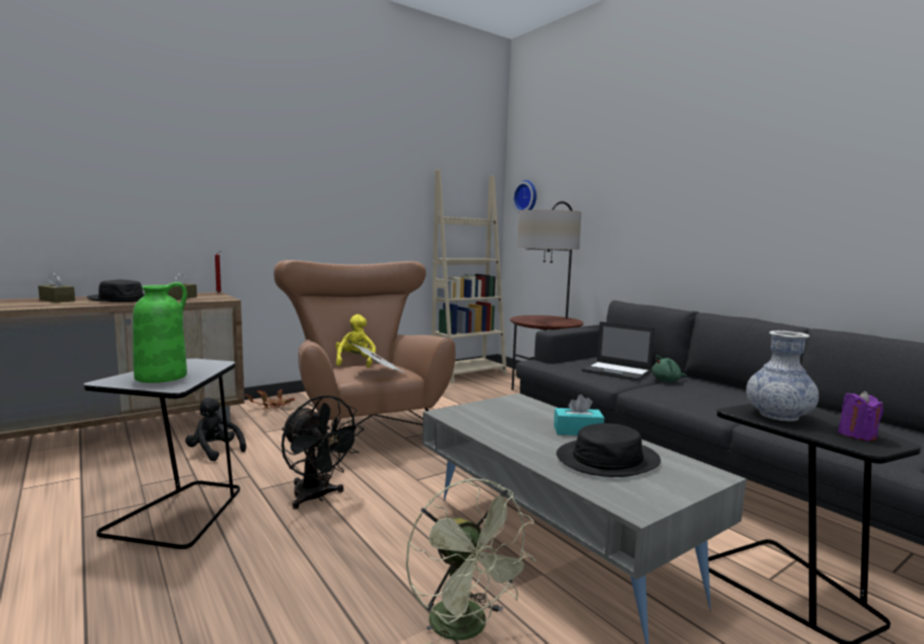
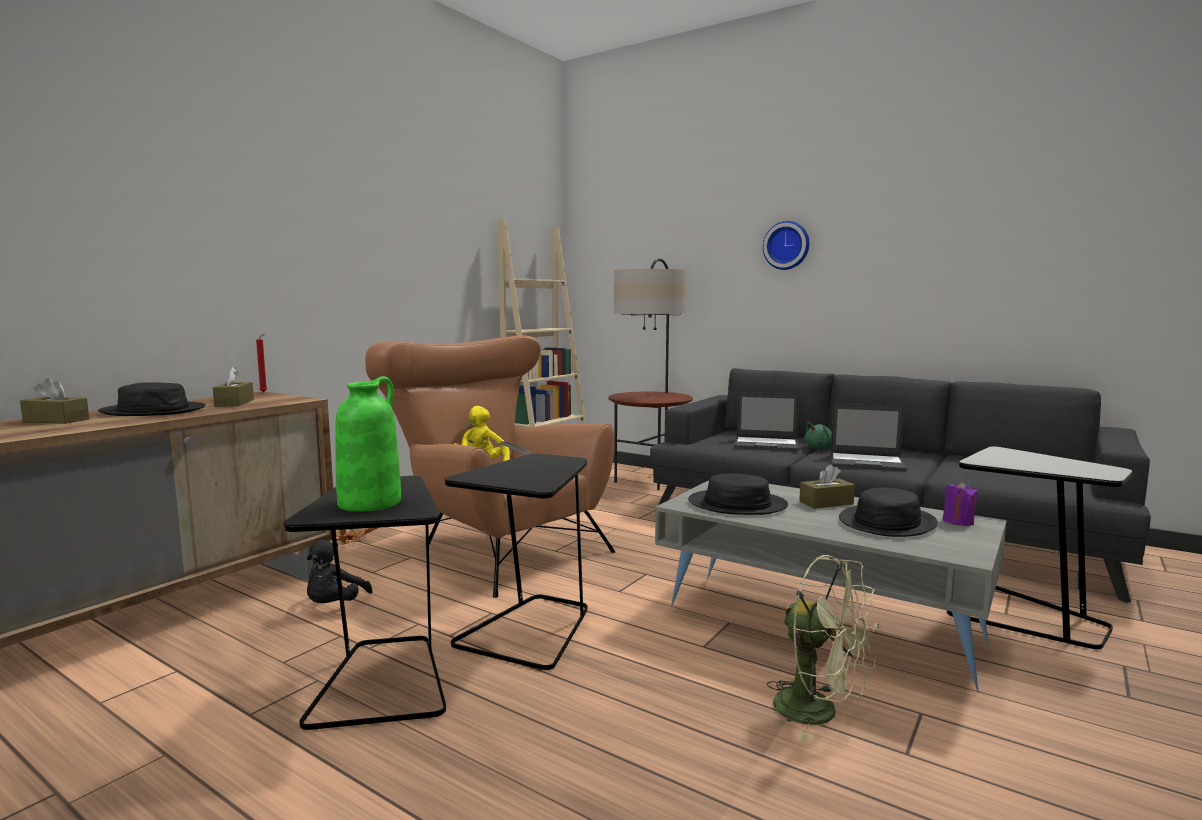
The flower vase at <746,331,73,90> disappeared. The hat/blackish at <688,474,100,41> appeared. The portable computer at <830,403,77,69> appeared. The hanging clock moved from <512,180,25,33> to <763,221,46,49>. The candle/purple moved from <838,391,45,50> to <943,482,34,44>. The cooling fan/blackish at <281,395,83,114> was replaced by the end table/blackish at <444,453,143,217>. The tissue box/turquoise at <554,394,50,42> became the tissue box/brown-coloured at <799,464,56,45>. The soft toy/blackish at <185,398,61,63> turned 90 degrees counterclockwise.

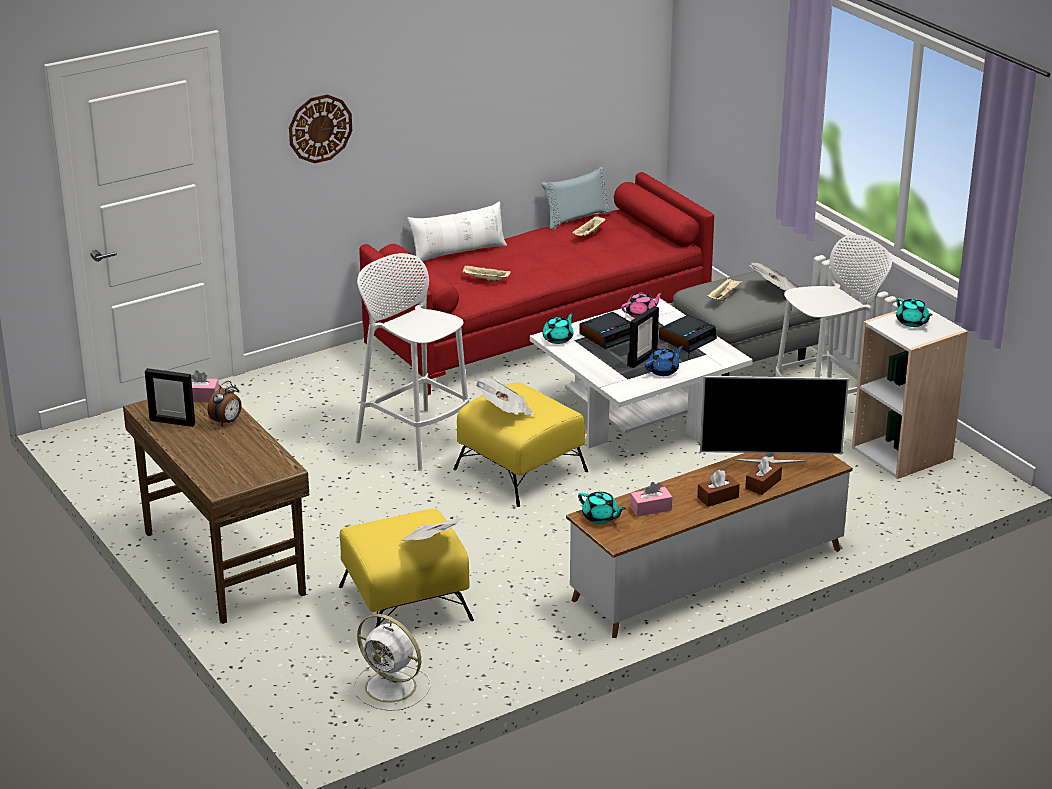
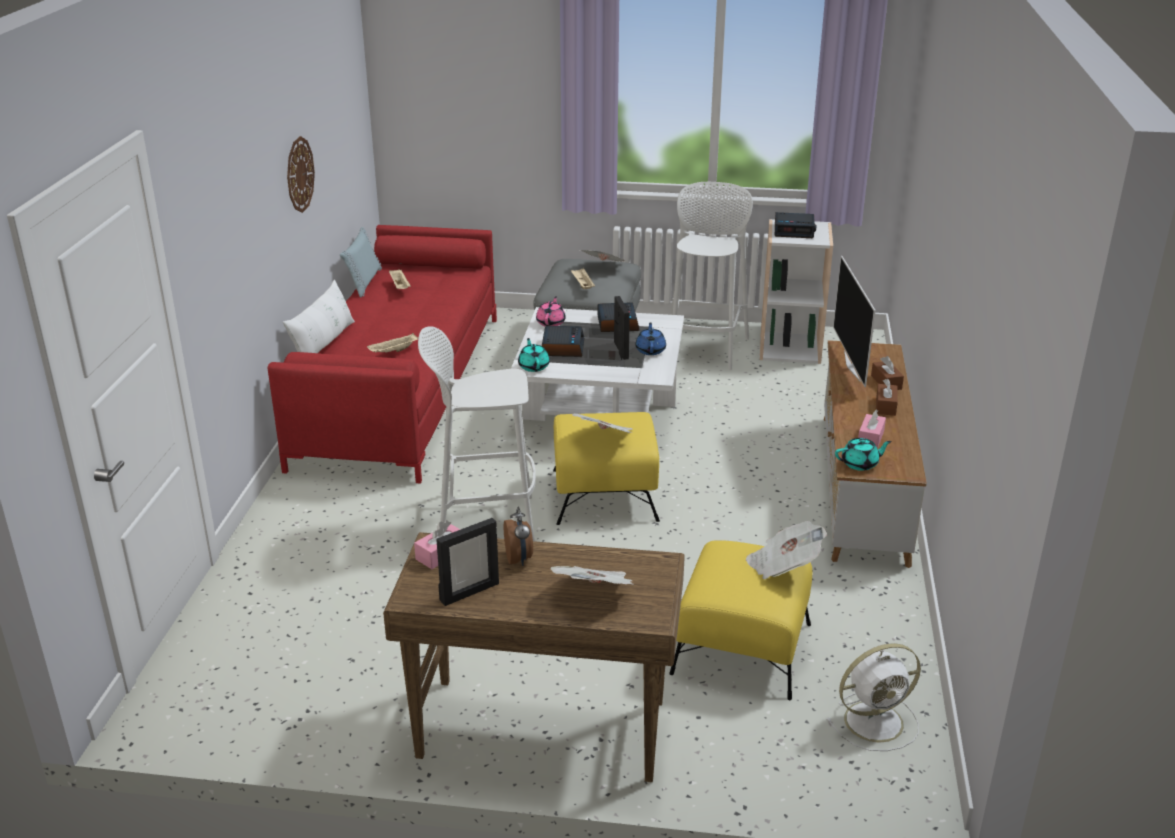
The newspaper at <551,566,83,19> appeared. The hanging clock moved from <289,94,63,70> to <287,136,28,77>. The teapot/turquoise at <896,298,37,29> was replaced by the table clock at <775,212,41,26>. The television at <700,376,149,88> turned 135 degrees clockwise.

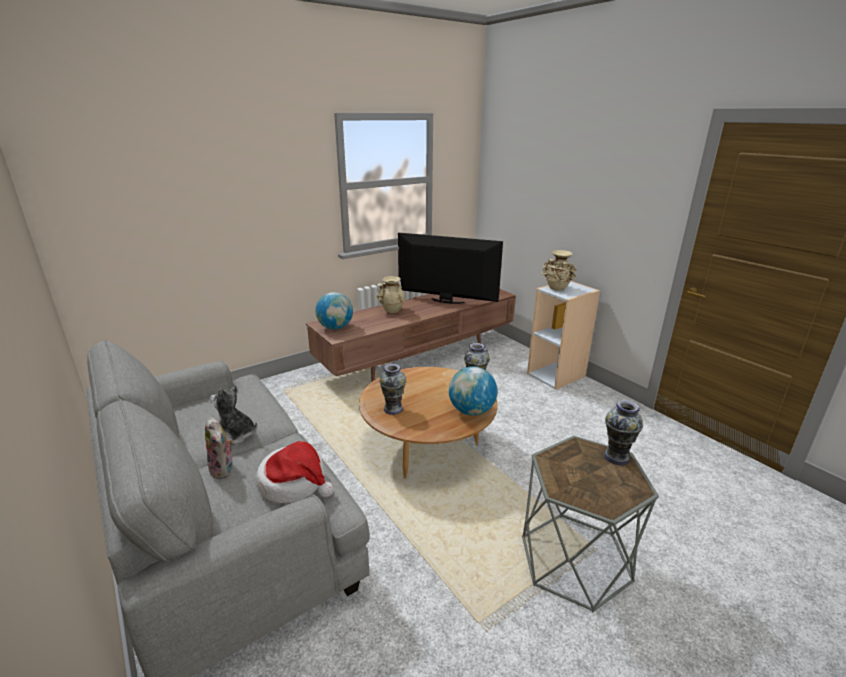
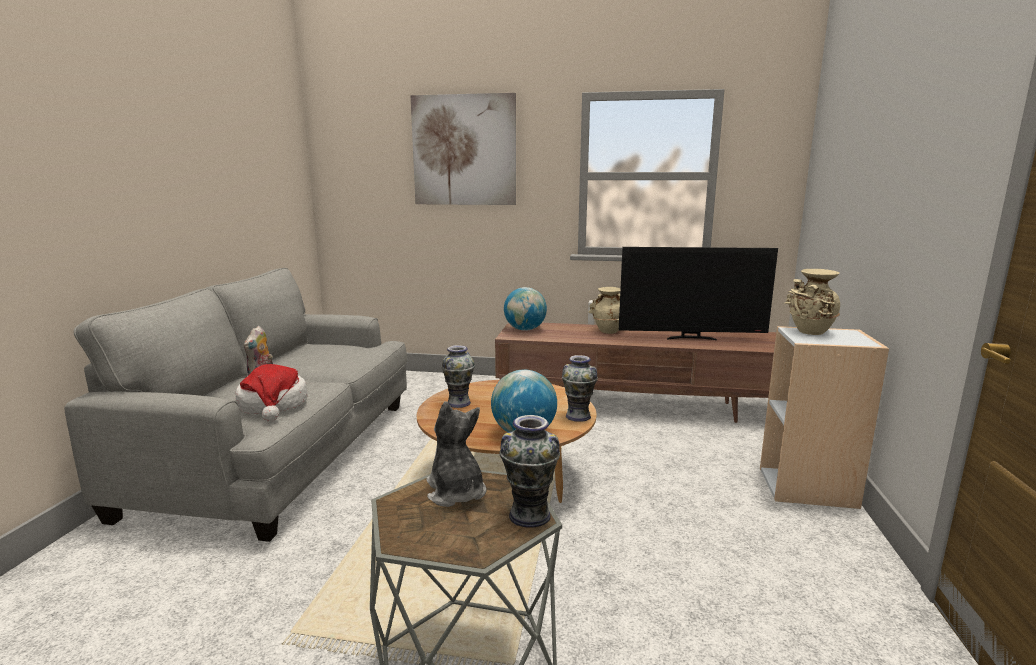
The wall picture at <411,93,105,112> appeared. The soft toy moved from <210,385,47,60> to <426,401,60,106>. The television at <398,233,105,71> turned 120 degrees clockwise.

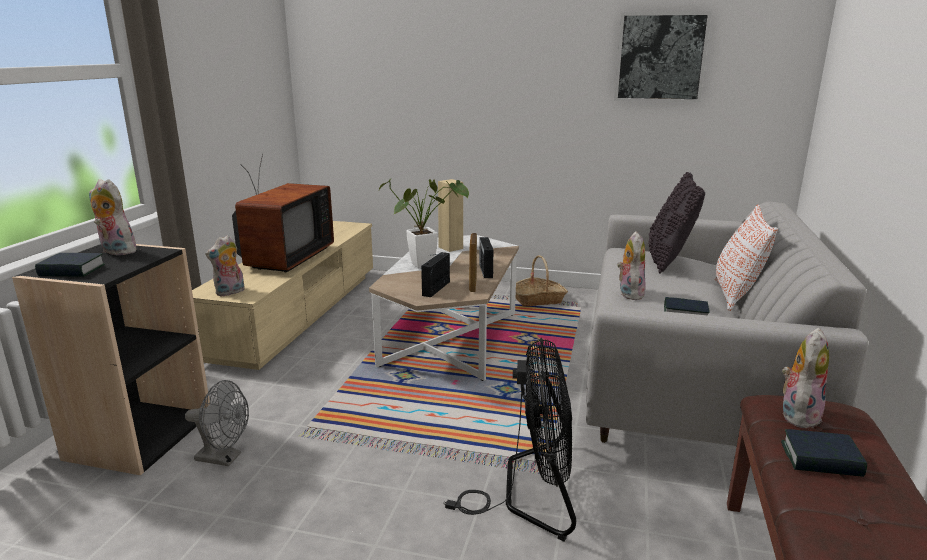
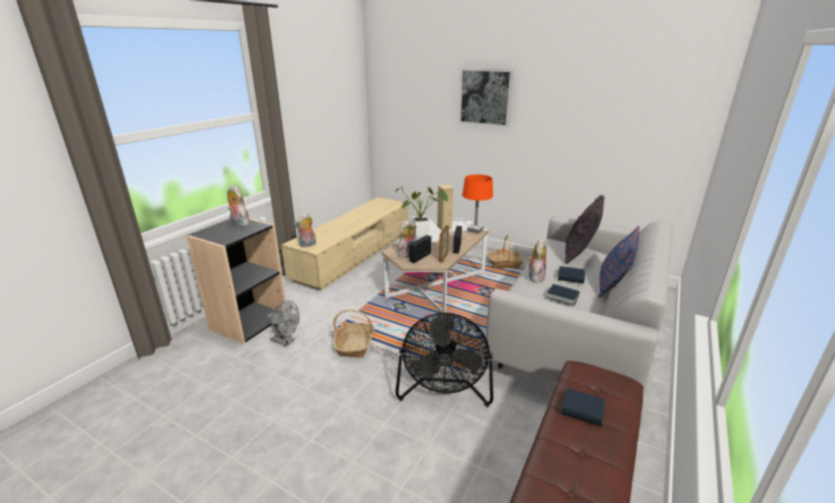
The television at <232,153,102,119> disappeared. The storage basket at <333,310,42,48> appeared. The table lamp/orange-coloured at <462,174,31,60> appeared. The bound book moved from <35,253,70,24> to <558,266,27,18>. The wall picture moved from <614,11,98,91> to <459,68,54,59>. The soft toy moved from <782,328,47,100> to <398,220,18,39>. The cushion/white-coloured at <715,205,63,106> became the cushion/bluish at <598,226,42,72>. The cooling fan/blackish at <443,338,133,204> turned 75 degrees clockwise.

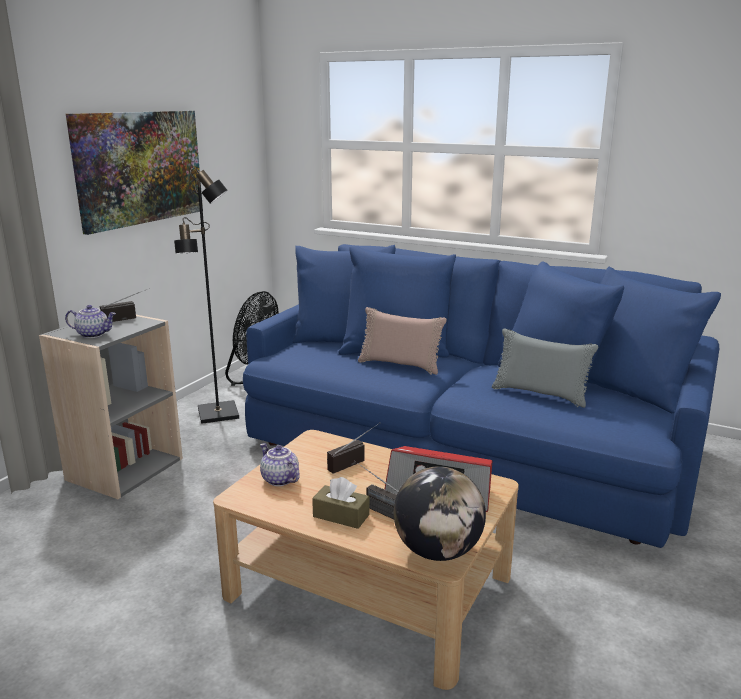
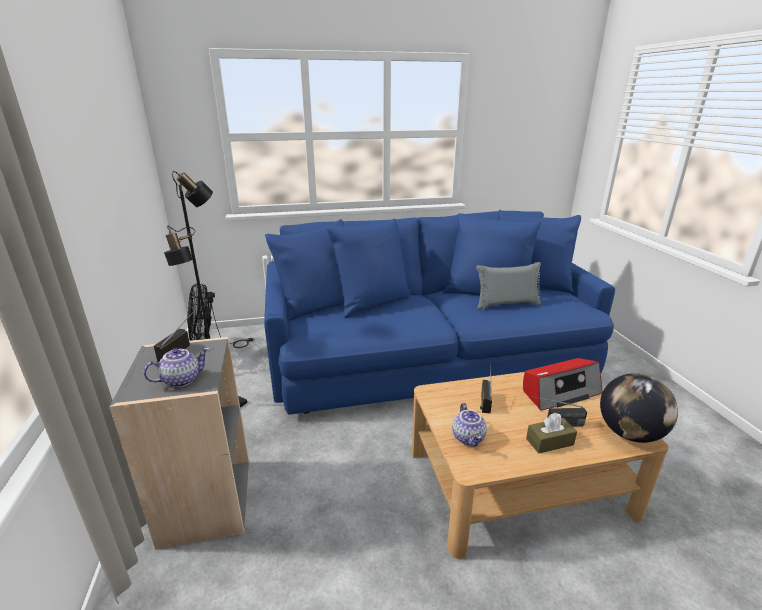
The wall picture at <66,111,137,124> disappeared. The cushion/beige-coloured at <358,307,89,68> disappeared. The teapot at <260,443,40,43> turned 105 degrees counterclockwise.

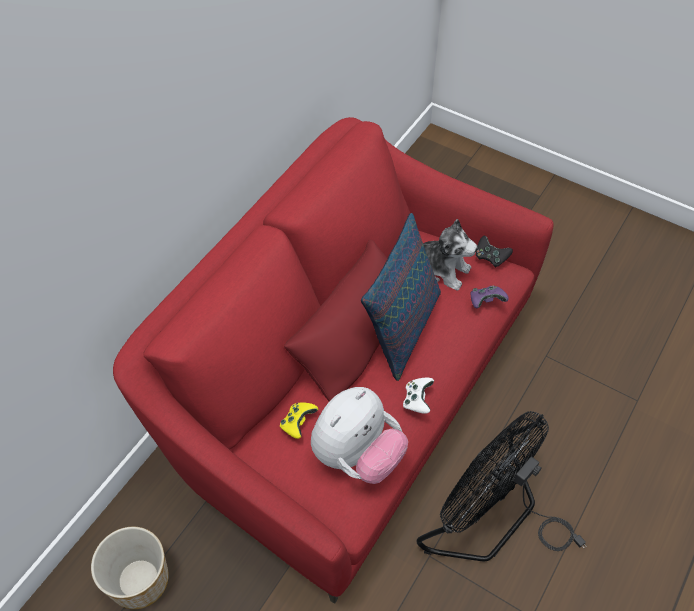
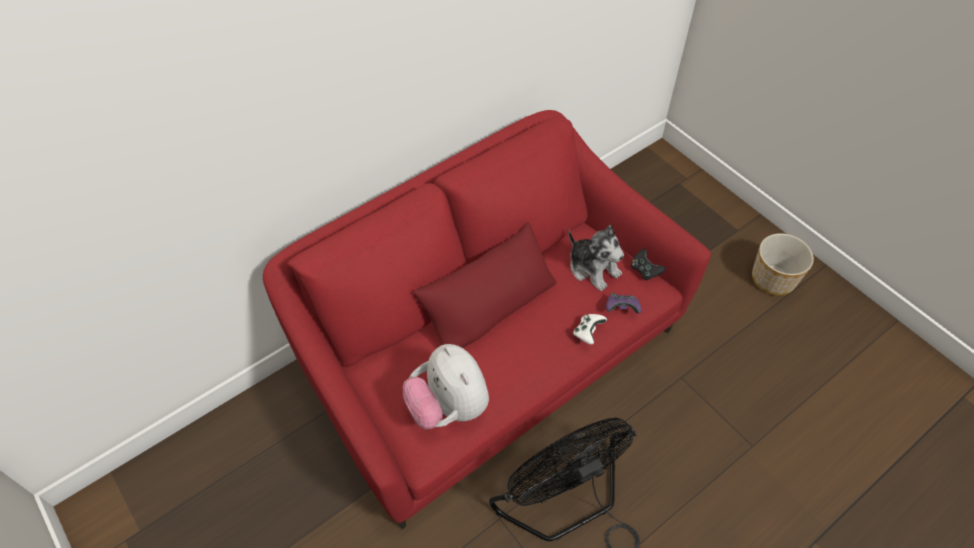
The gamepad/yellow-coloured at <280,403,38,36> disappeared. The cushion/bluish at <361,213,80,168> disappeared. The plant pot moved from <91,527,78,82> to <752,233,62,63>. The gamepad/white-coloured moved from <403,377,31,37> to <573,314,34,30>. The soft toy at <311,387,97,97> turned 90 degrees clockwise.

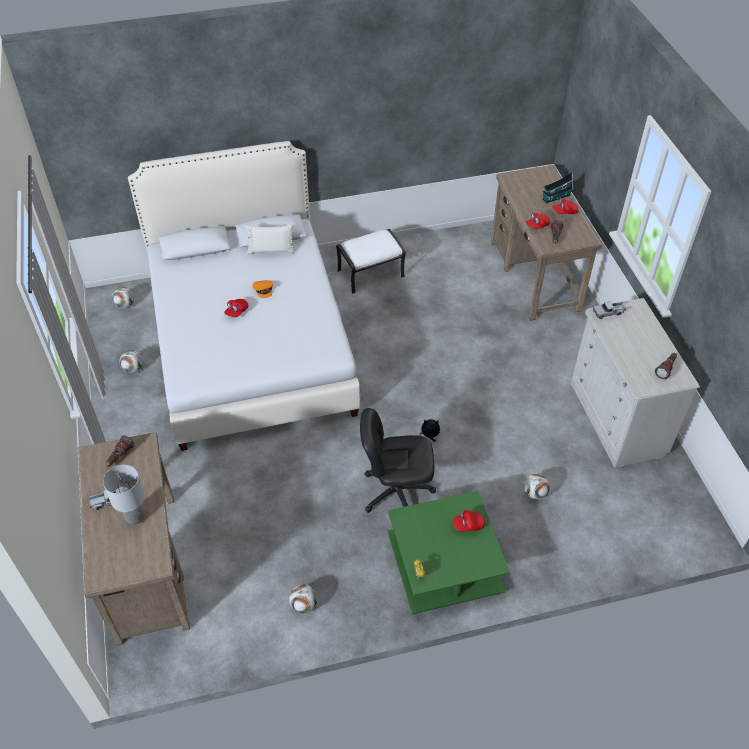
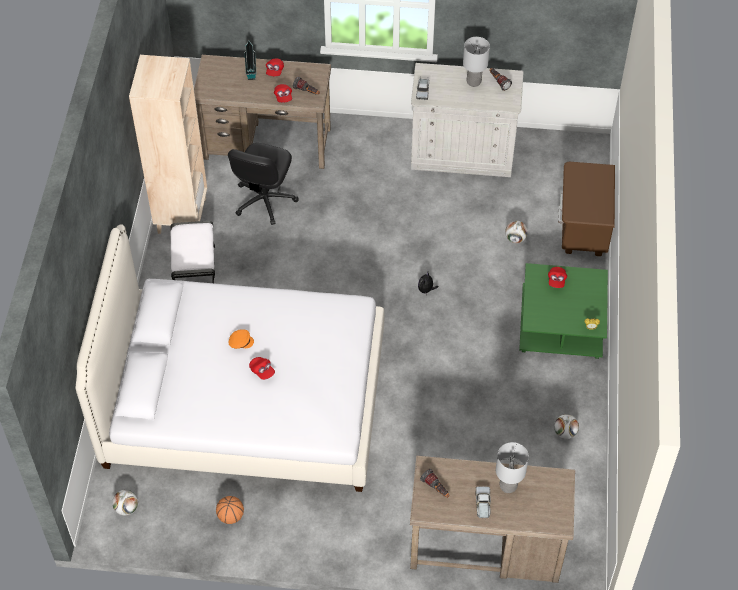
The cushion/white-coloured at <245,224,49,31> disappeared. The shelving unit/beige-coloured at <129,55,78,179> appeared. The table lamp/gray at <463,37,27,50> appeared. The nightstand/brown-coloured at <558,162,57,94> appeared. The office chair/blackish moved from <360,408,76,105> to <228,143,71,82>. The football at <119,350,24,23> was replaced by the basketball at <216,496,28,28>.

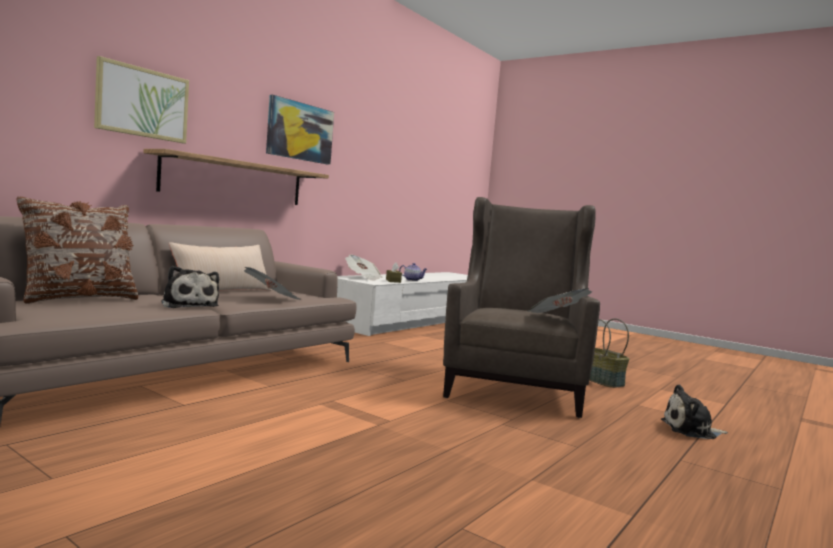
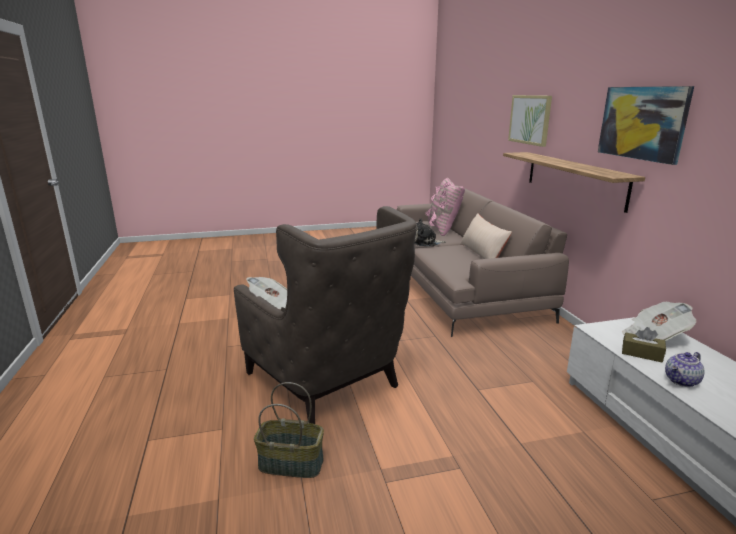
The newspaper at <244,267,57,33> disappeared. The soft toy at <661,385,67,54> disappeared. The cushion/brown-coloured at <17,196,121,108> became the cushion/pink-coloured at <425,178,40,58>.

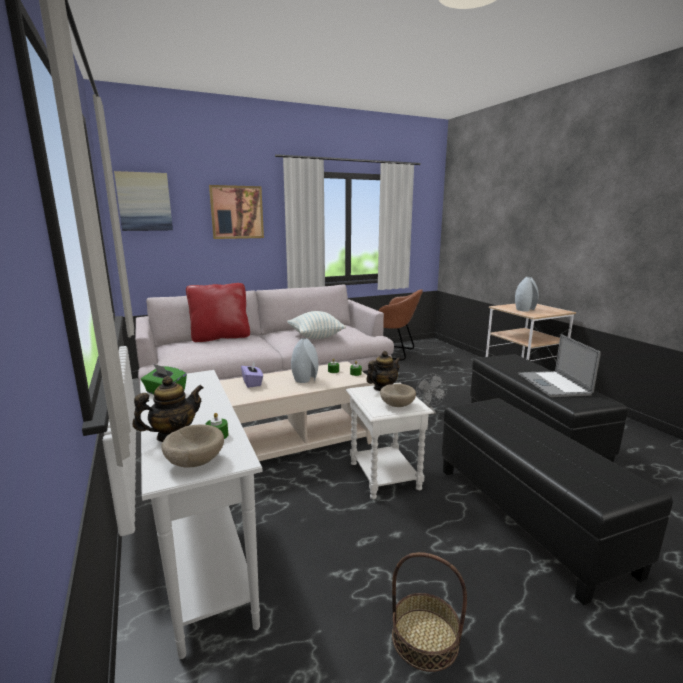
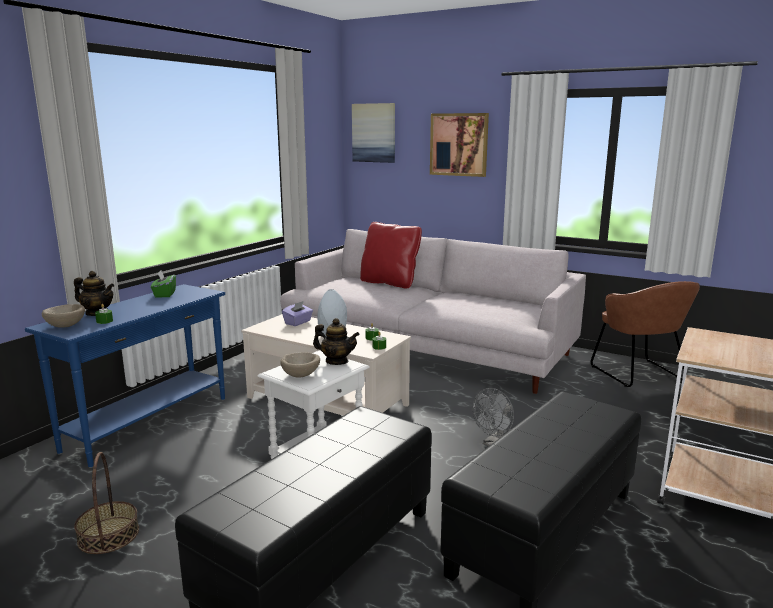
The cushion at <287,311,59,28> disappeared. The flower vase/gray at <515,277,24,34> disappeared. The portable computer at <518,334,83,63> disappeared. The narrow table/white-coloured at <140,370,123,289> became the narrow table/bluish at <25,284,200,184>.

